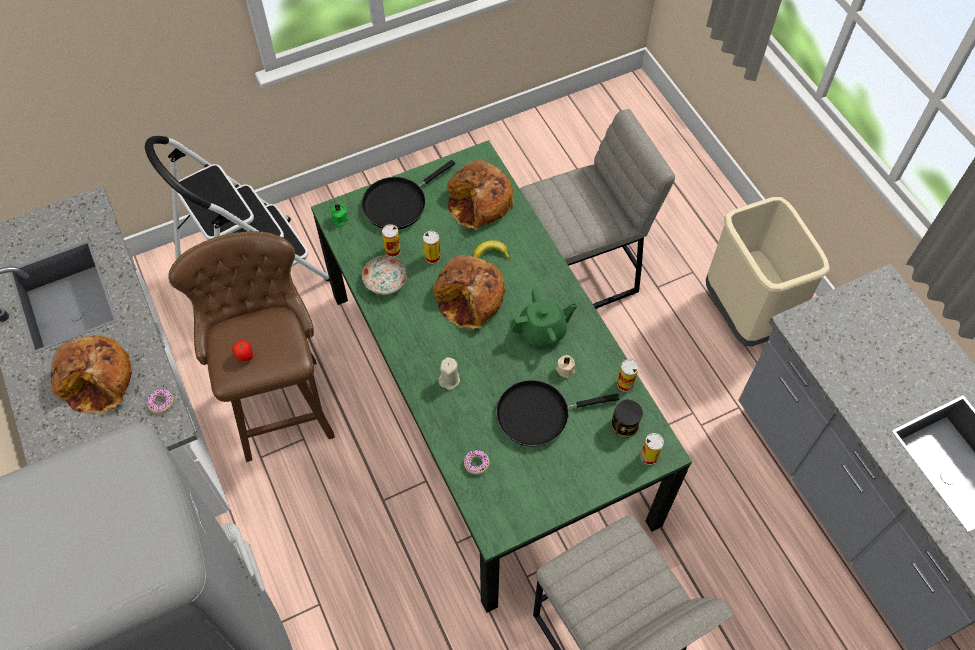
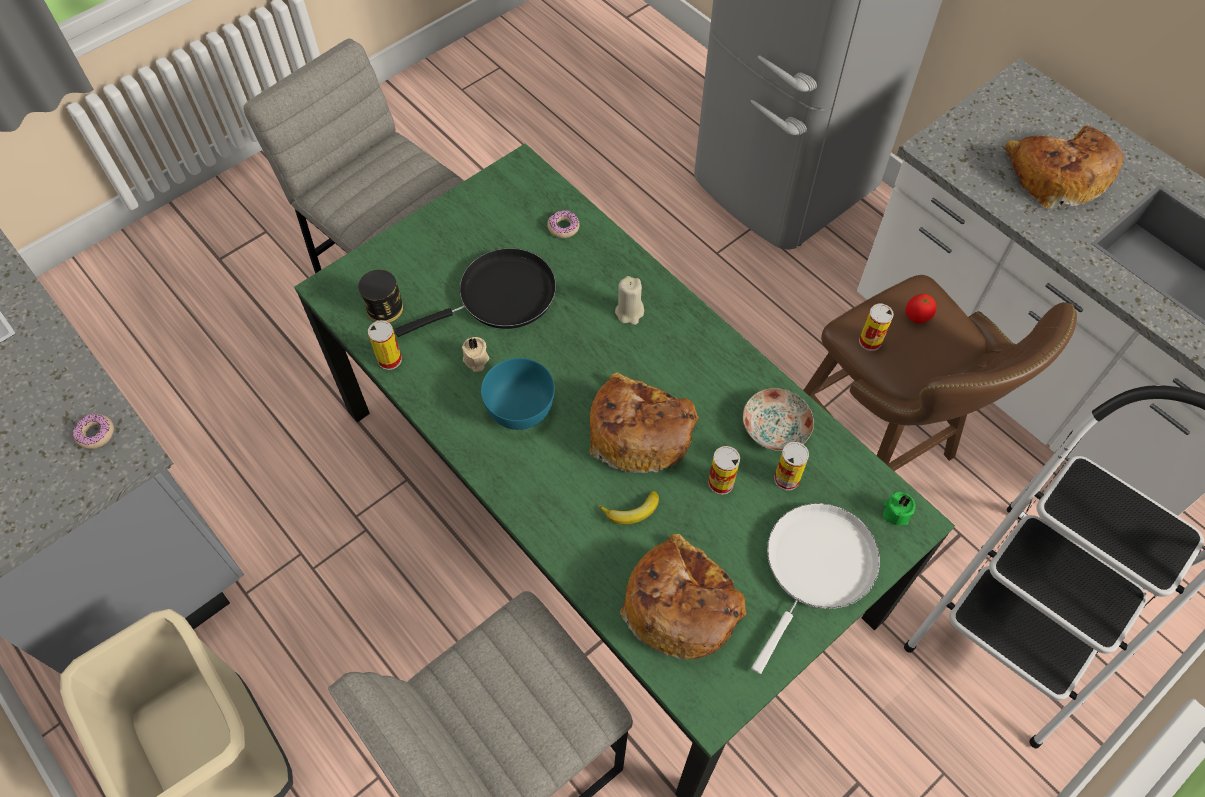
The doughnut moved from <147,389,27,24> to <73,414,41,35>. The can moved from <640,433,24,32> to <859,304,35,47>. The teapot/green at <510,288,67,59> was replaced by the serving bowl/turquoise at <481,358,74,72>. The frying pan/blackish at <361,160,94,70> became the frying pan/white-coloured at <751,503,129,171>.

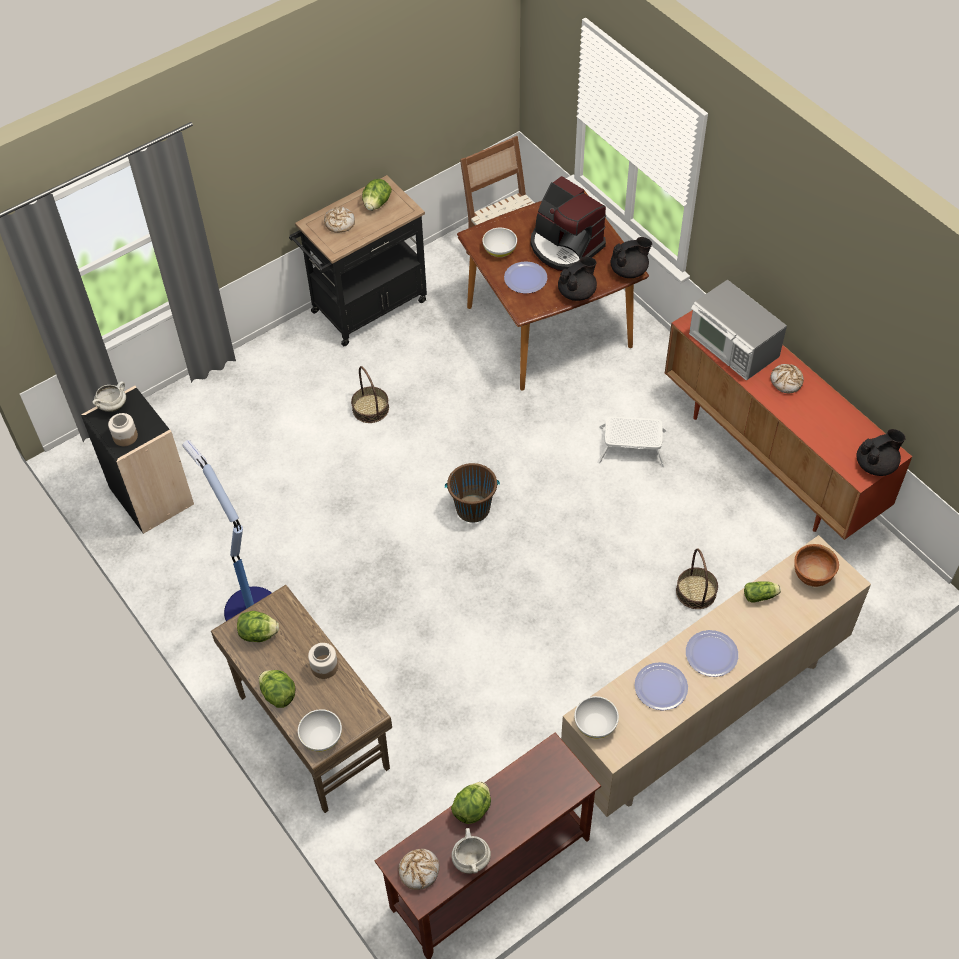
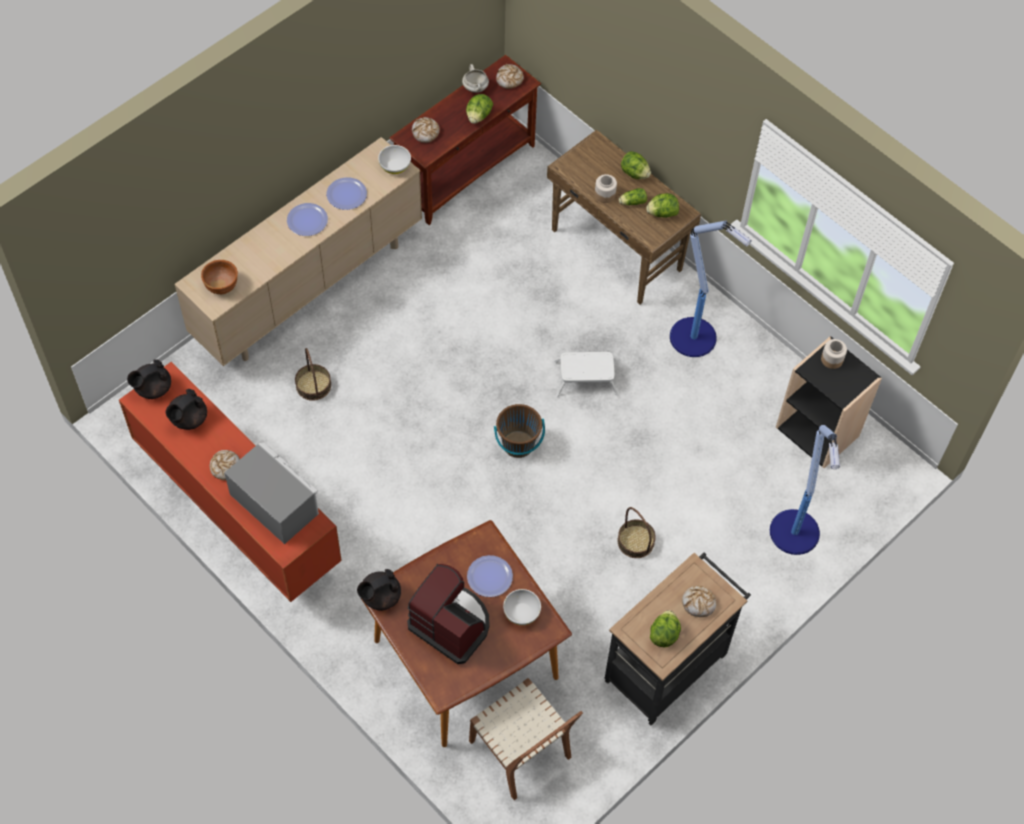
The cooking pot/white-coloured at <92,381,34,31> disappeared. The serving bowl/white-coloured at <298,709,44,43> disappeared. The bread at <412,117,28,26> appeared. The standard lamp at <770,425,70,130> appeared. The teapot/blackish moved from <558,257,39,44> to <166,389,41,41>. The stepladder/white-coloured moved from <598,416,68,51> to <554,352,65,45>. The head of lettuce moved from <744,581,37,21> to <619,188,28,17>.

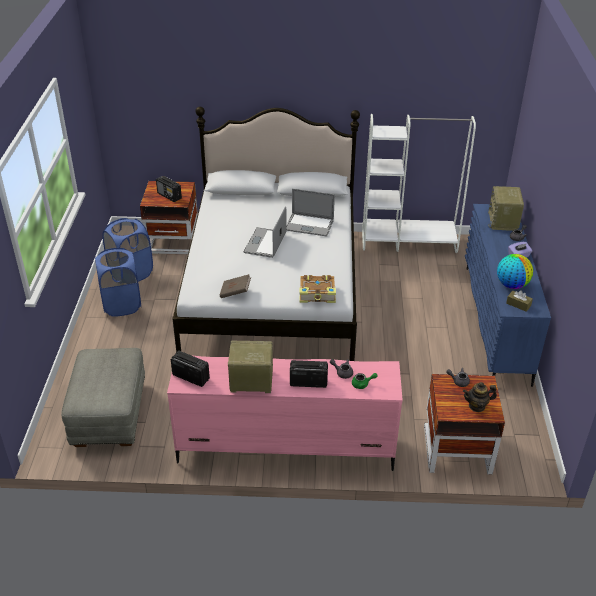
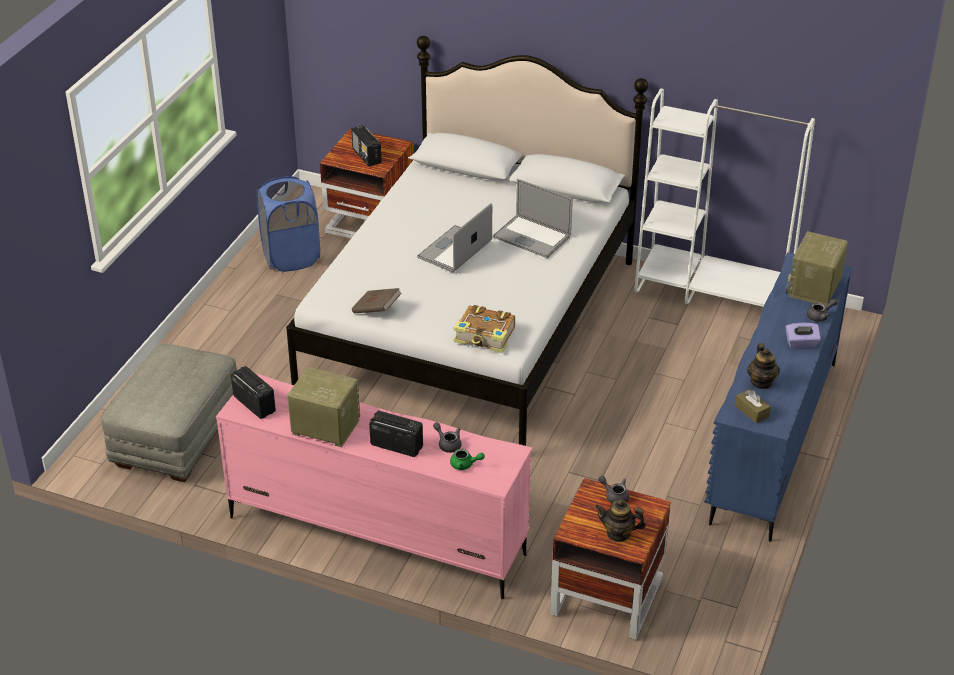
The washing basket/bluish at <95,247,46,70> disappeared. The world globe at <497,254,36,35> was replaced by the teapot at <747,343,33,46>.

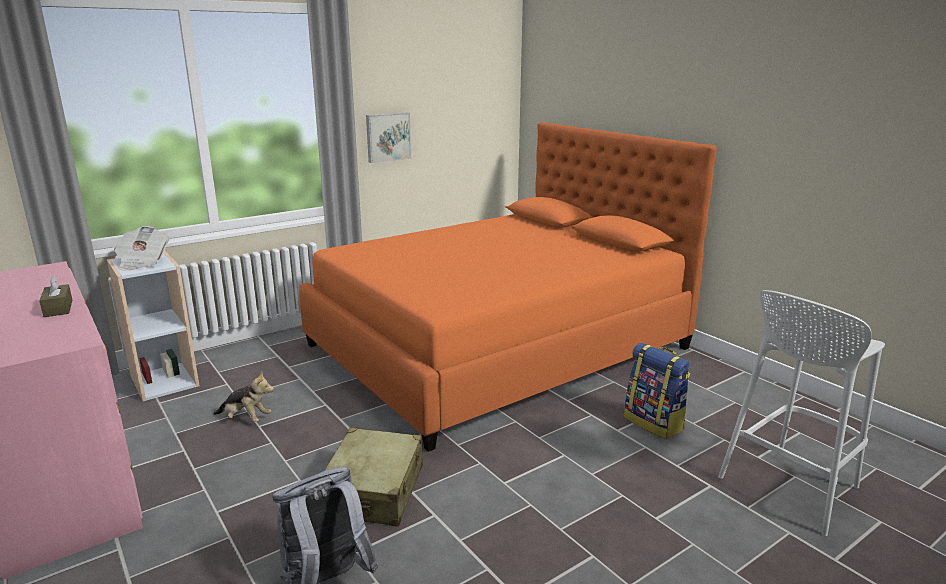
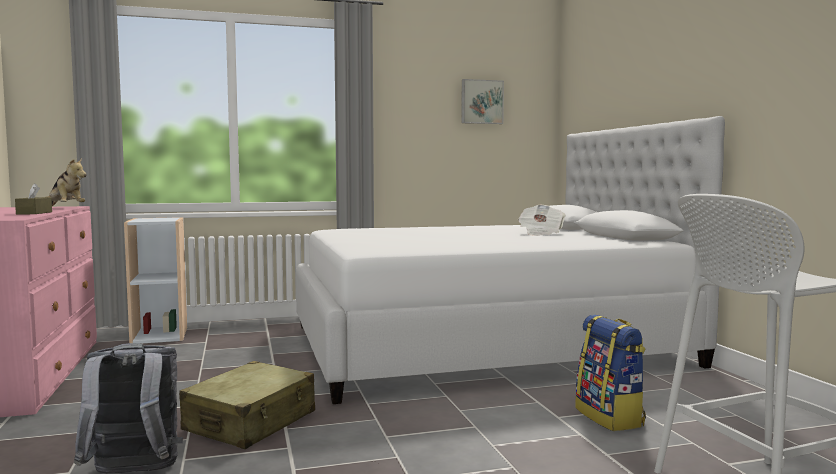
The newspaper moved from <114,226,55,45> to <518,205,48,31>. The soft toy moved from <213,371,61,51> to <46,158,41,48>. The wall picture moved from <366,113,45,50> to <461,79,43,45>. The bed/orange-coloured at <299,122,418,330> became the bed/white-coloured at <296,116,429,288>.

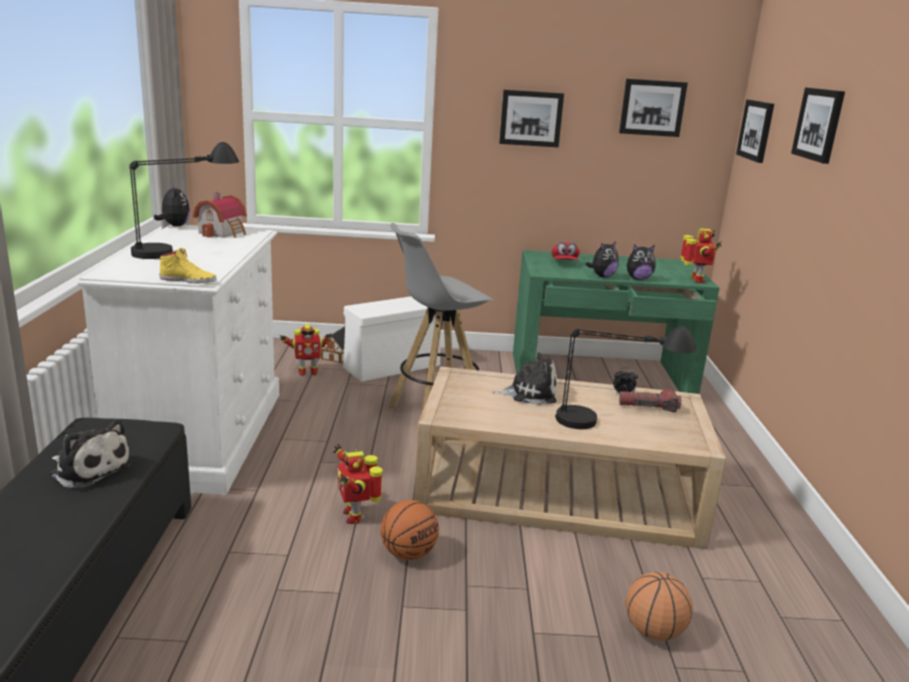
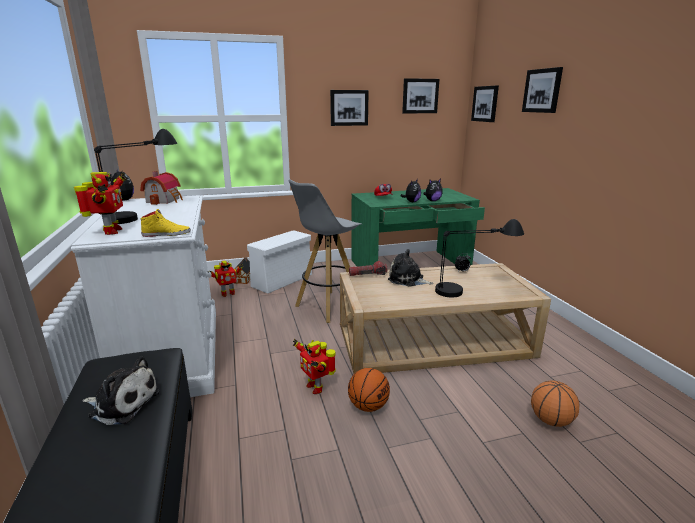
The torch moved from <619,389,62,24> to <349,261,38,15>. The toy robot moved from <680,228,42,55> to <74,172,52,63>. The soft toy at <493,352,64,53> turned 135 degrees counterclockwise.

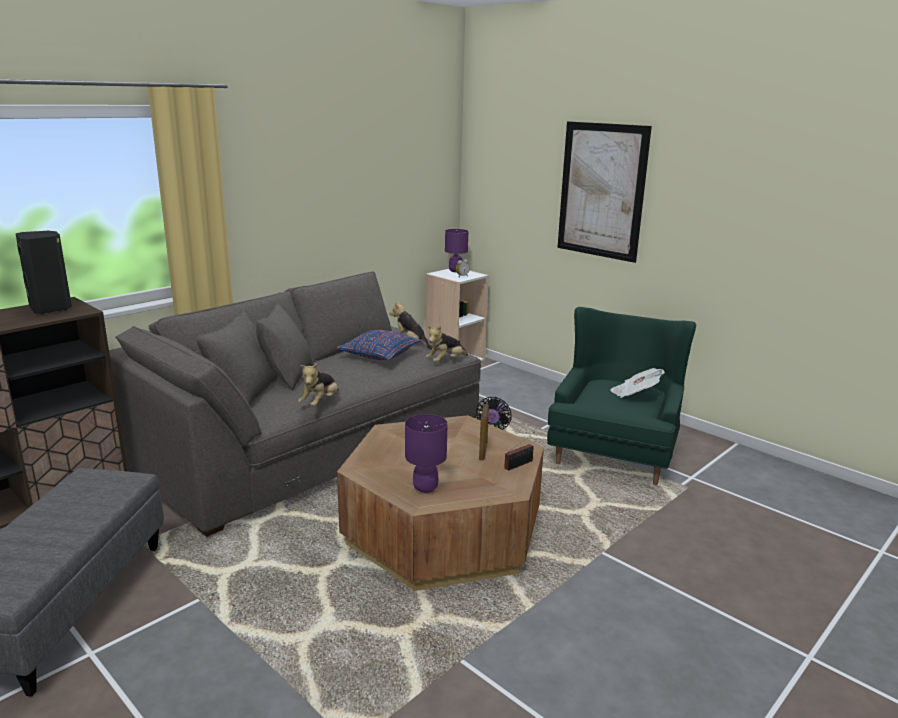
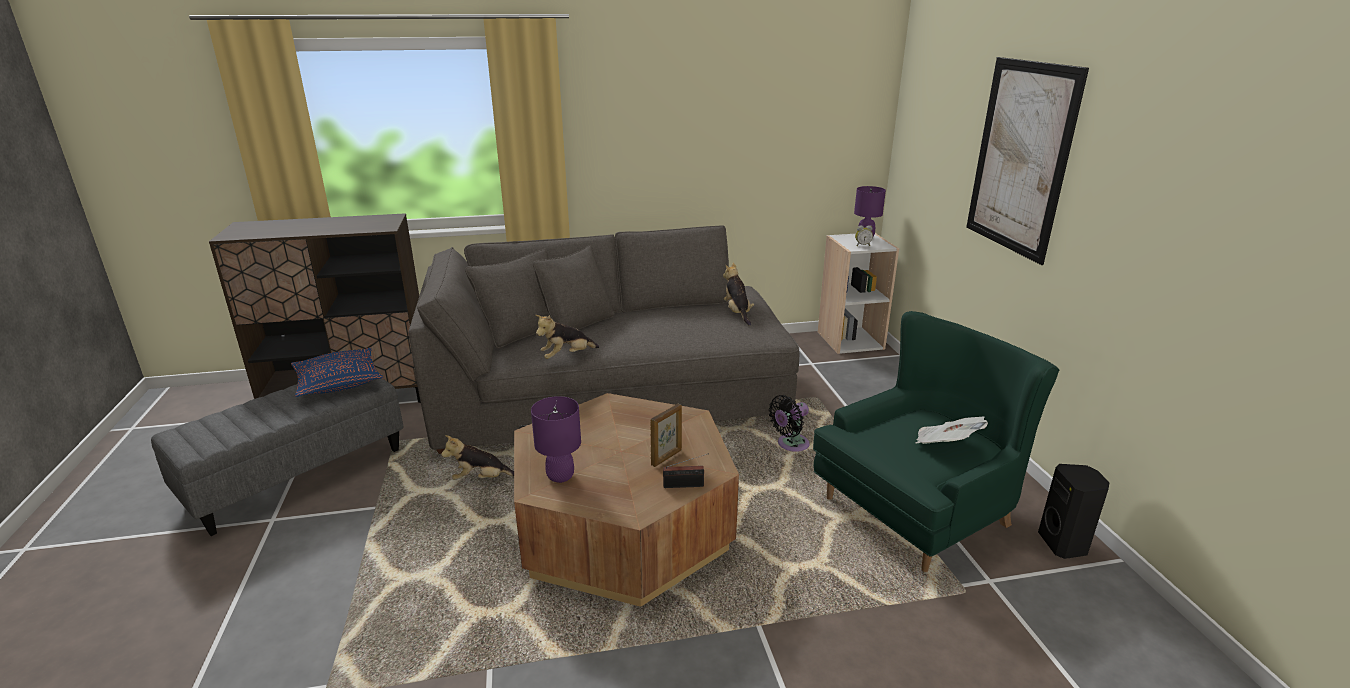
The speaker/blackish moved from <15,231,57,84> to <1038,464,72,95>. The cushion/bluish moved from <336,330,85,30> to <291,347,92,50>. The soft toy moved from <426,326,42,36> to <441,435,73,45>.

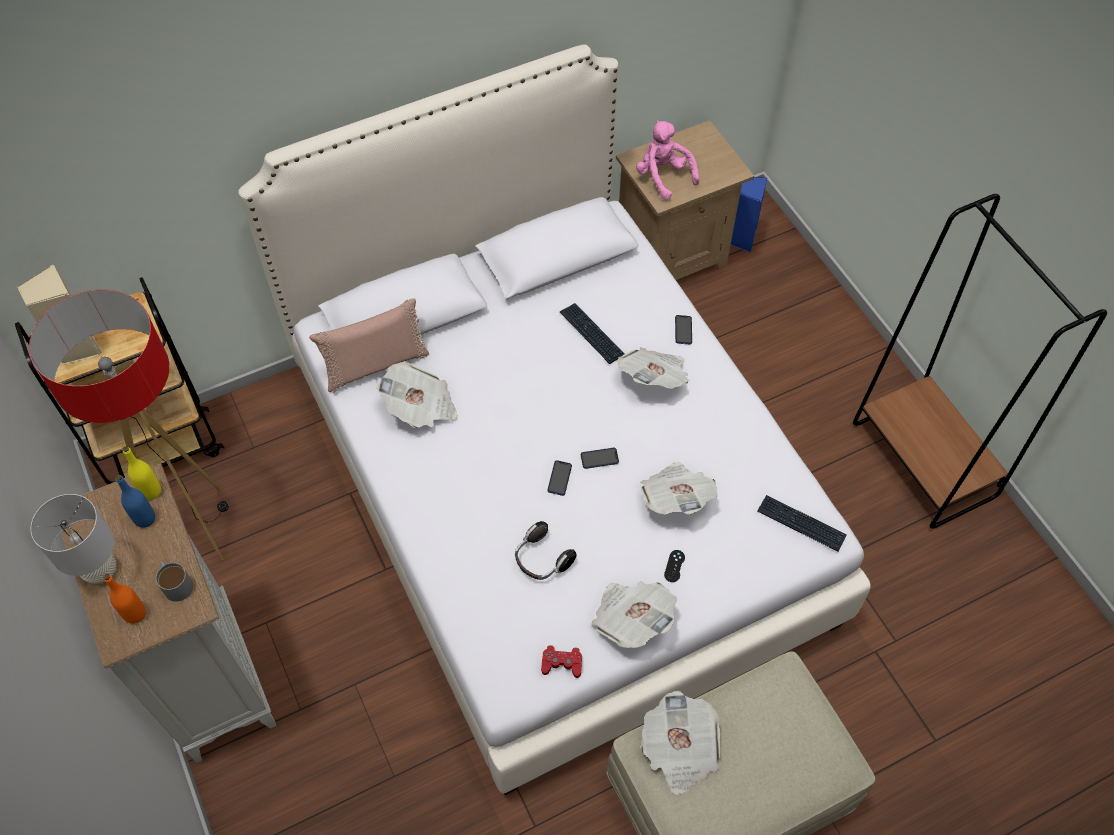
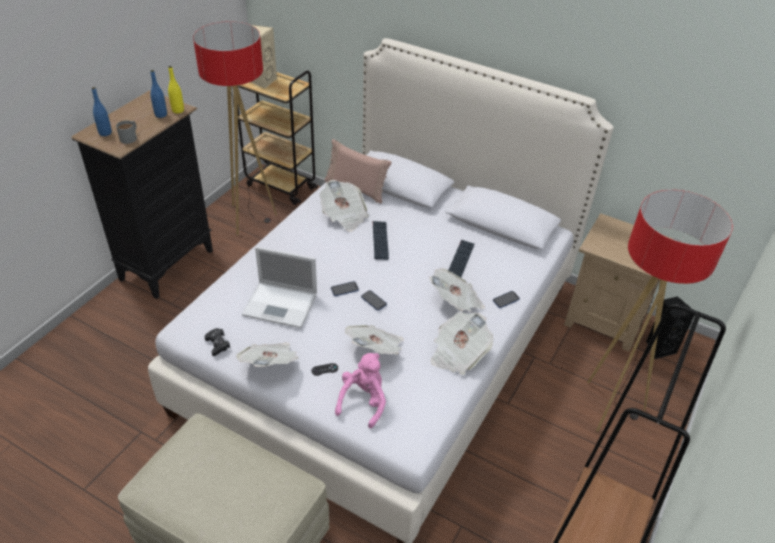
The table lamp/gray at <30,494,86,90> disappeared. The standard lamp at <587,190,146,242> appeared. The soft toy/pink-coloured moved from <636,120,63,80> to <335,353,51,76>. The newspaper moved from <641,691,80,104> to <430,312,63,63>. The computer keyboard moved from <757,495,90,57> to <372,221,17,39>. The headset at <515,521,62,59> was replaced by the portable computer at <242,247,75,81>. The drawer chest/white-coloured at <61,464,216,299> became the drawer chest/blackish at <71,90,142,209>. The drink bottle/orange-coloured at <103,574,43,50> became the drink bottle/bluish at <92,87,20,49>. The gamepad/red-coloured at <541,645,41,33> became the gamepad/blackish at <205,328,26,28>. The speaker/bluish at <731,177,36,75> became the speaker/blackish at <646,296,49,63>.

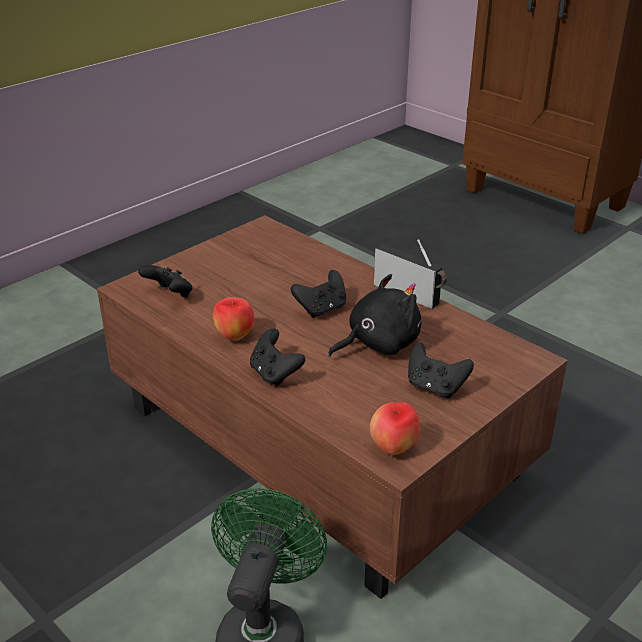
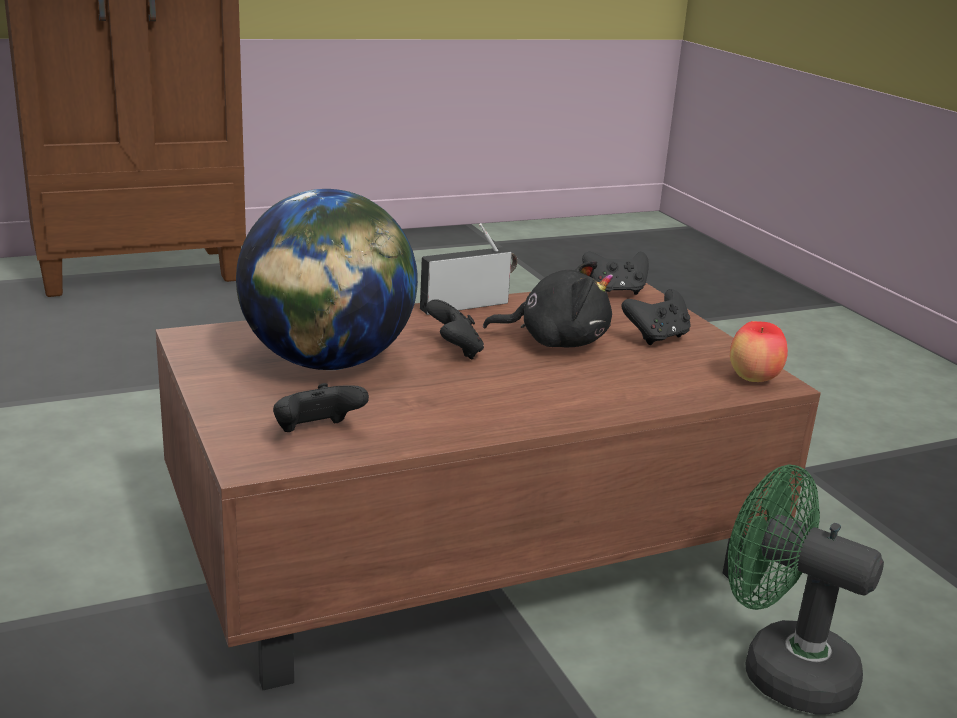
The apple at <213,297,41,44> disappeared. The world globe at <236,189,182,181> appeared. The gamepad/blackish moved from <250,329,55,58> to <582,252,67,43>. The soft toy/blackish at <328,274,94,83> turned 105 degrees clockwise.

